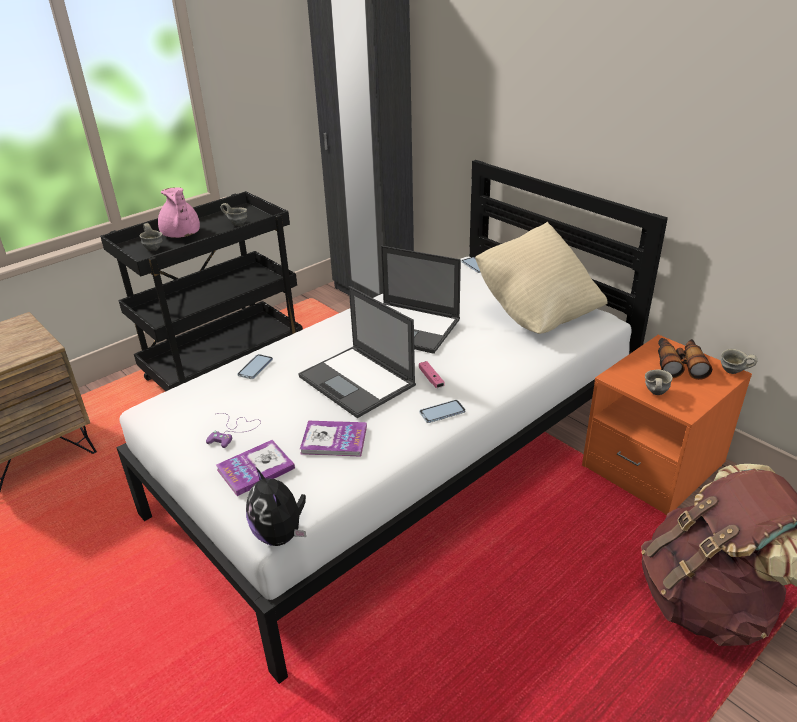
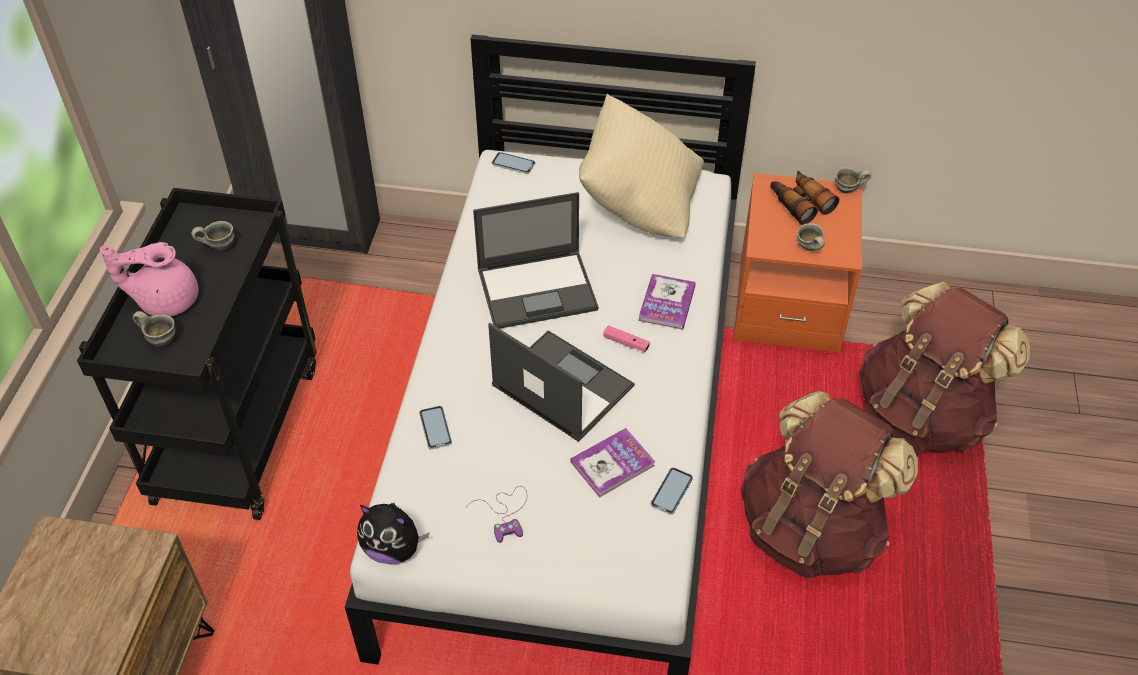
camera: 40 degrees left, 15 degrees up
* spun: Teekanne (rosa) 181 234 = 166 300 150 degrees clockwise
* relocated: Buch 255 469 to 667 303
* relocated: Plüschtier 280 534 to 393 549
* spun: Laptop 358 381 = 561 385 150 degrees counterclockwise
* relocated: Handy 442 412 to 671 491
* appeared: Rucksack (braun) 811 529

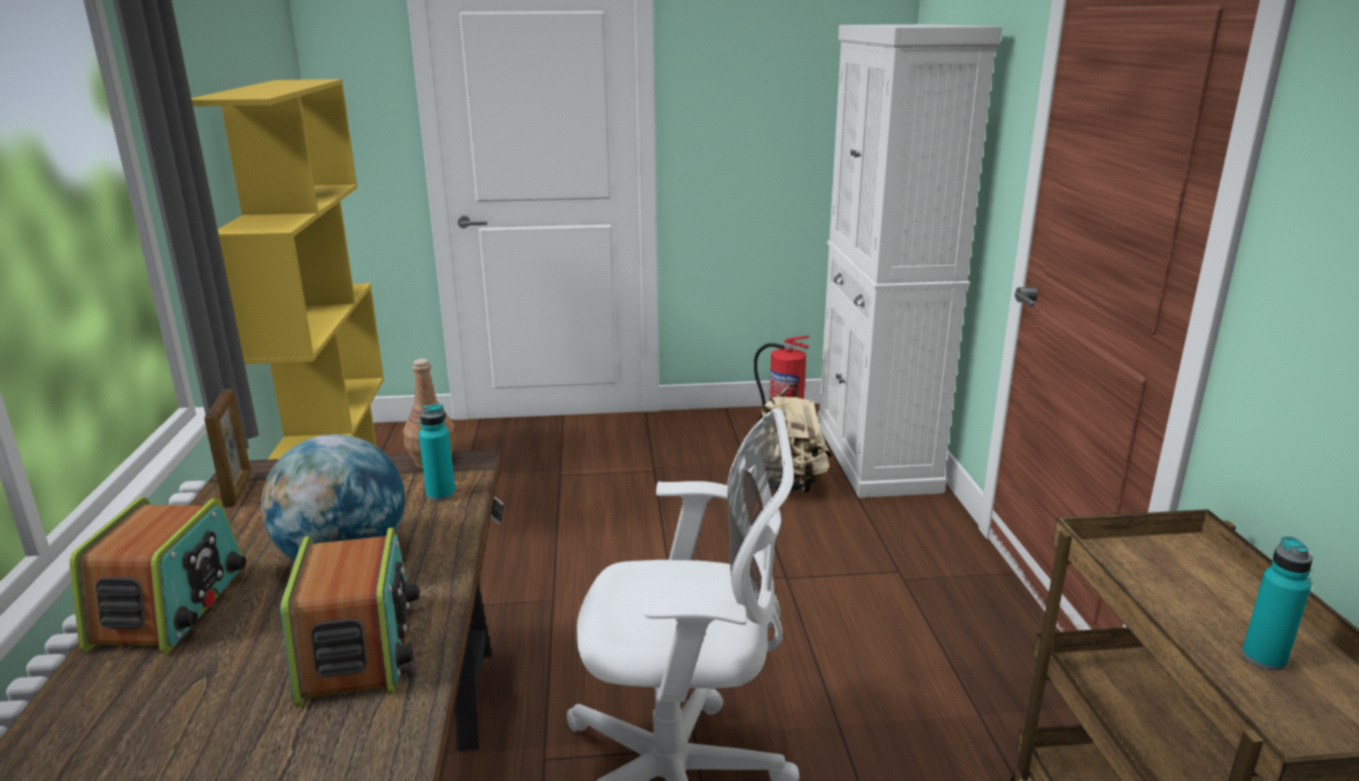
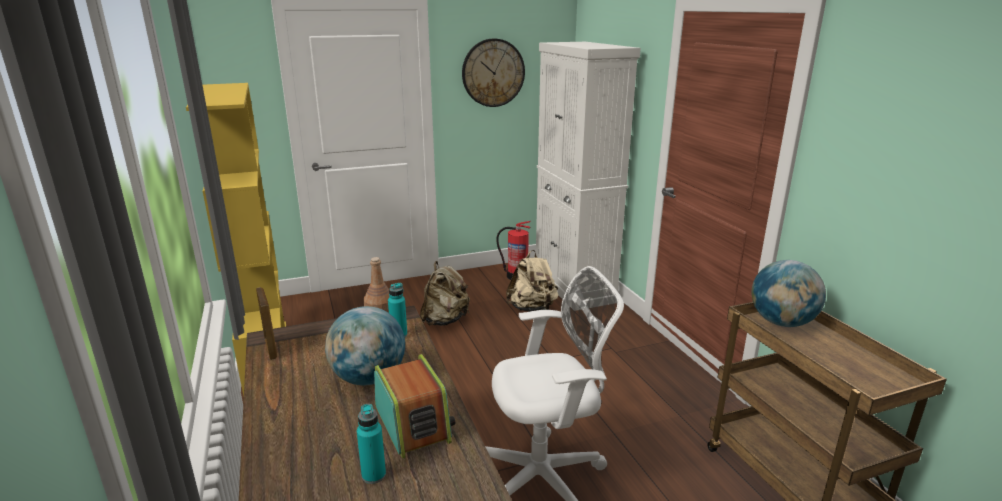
camera: 15 degrees left, 0 degrees up
* missing: Radio 171 606
* relocated: Flasche (türkis) 1264 658 to 373 475
* appeared: Rucksack (beige) 445 320
* appeared: Wanduhr 493 73
* appeared: Globus 781 322

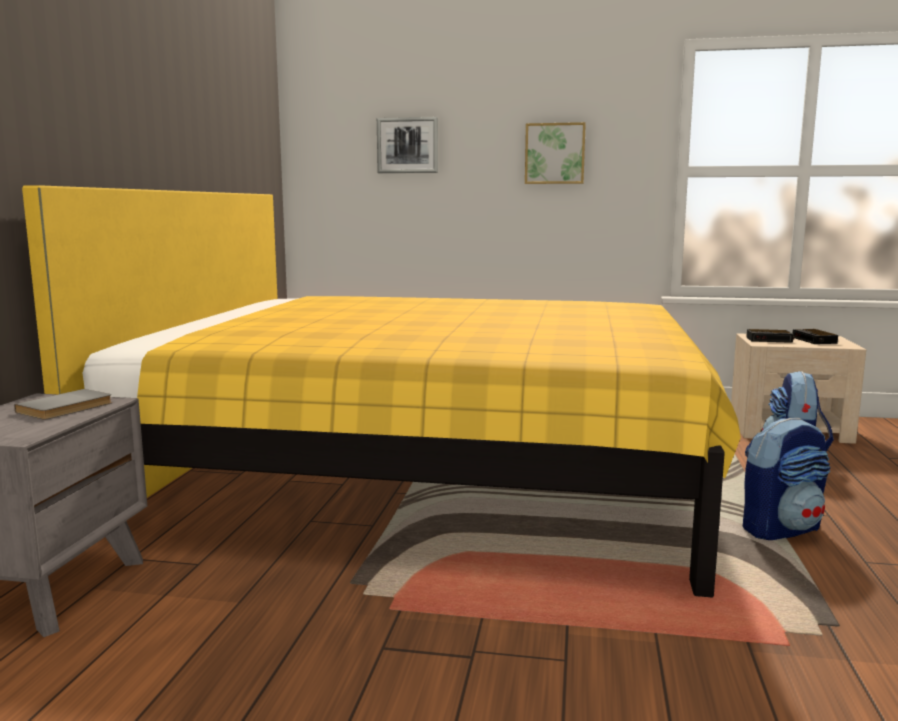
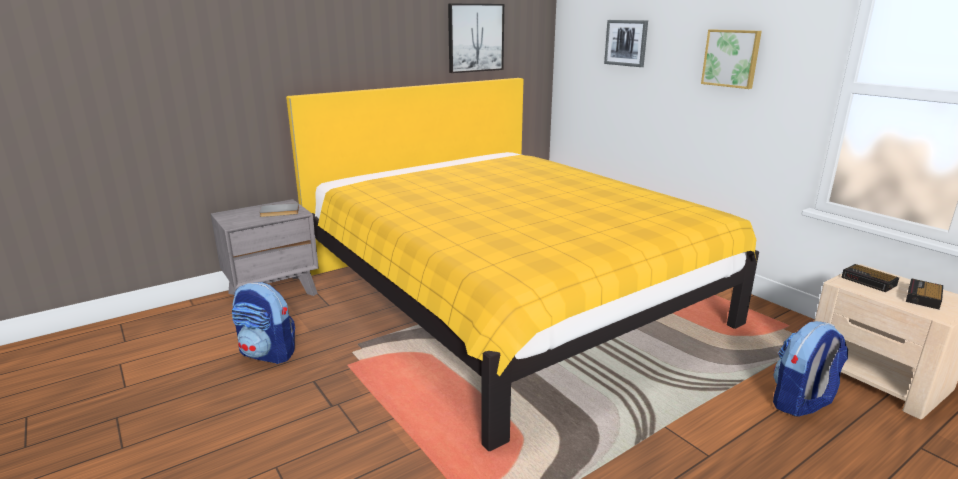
camera: 45 degrees right, 10 degrees up
* relocated: Rucksack 780 529 to 268 354
* appeared: Bild 475 38

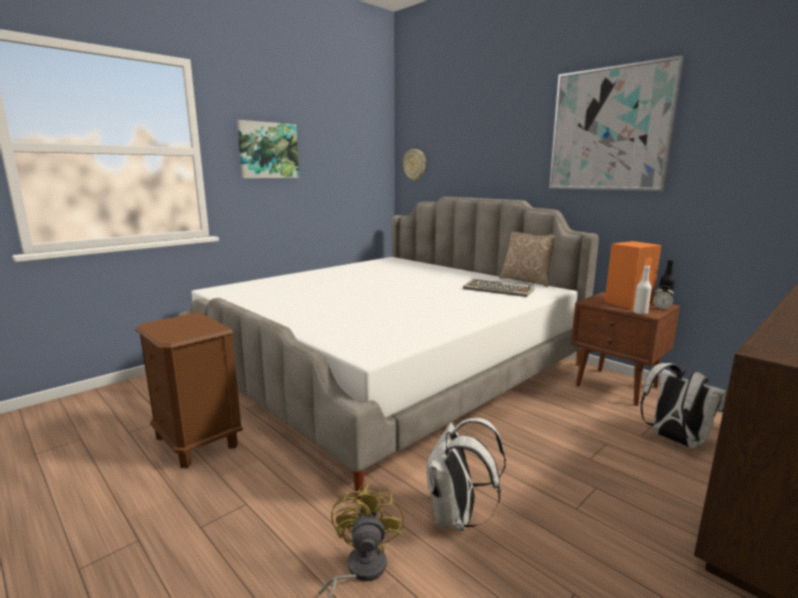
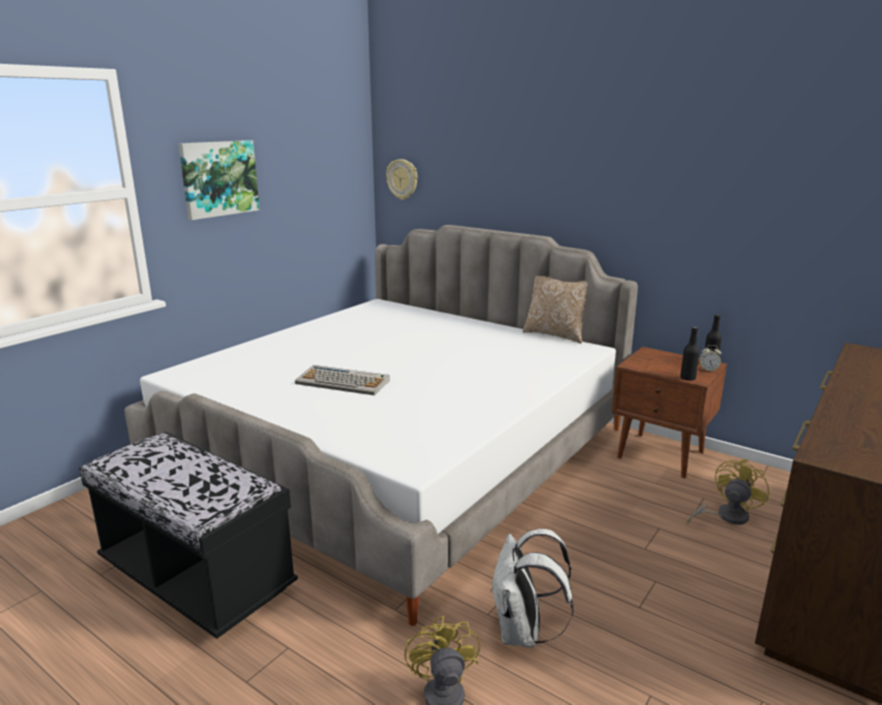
camera: 10 degrees left, 5 degrees up
* exchanged: Nachttisch (braun) 197 442 to Bank (schwarz) 197 577
* relocated: Tastatur 499 289 to 344 382
* missing: Bild 609 130
* missing: Lautsprecher (orange) 629 303
* colour: Flasche (weiß) 640 313 to Flasche (schwarz) 687 378
* exchanged: Rucksack (weiß) 674 440 to Ventilator (gelb) 725 516

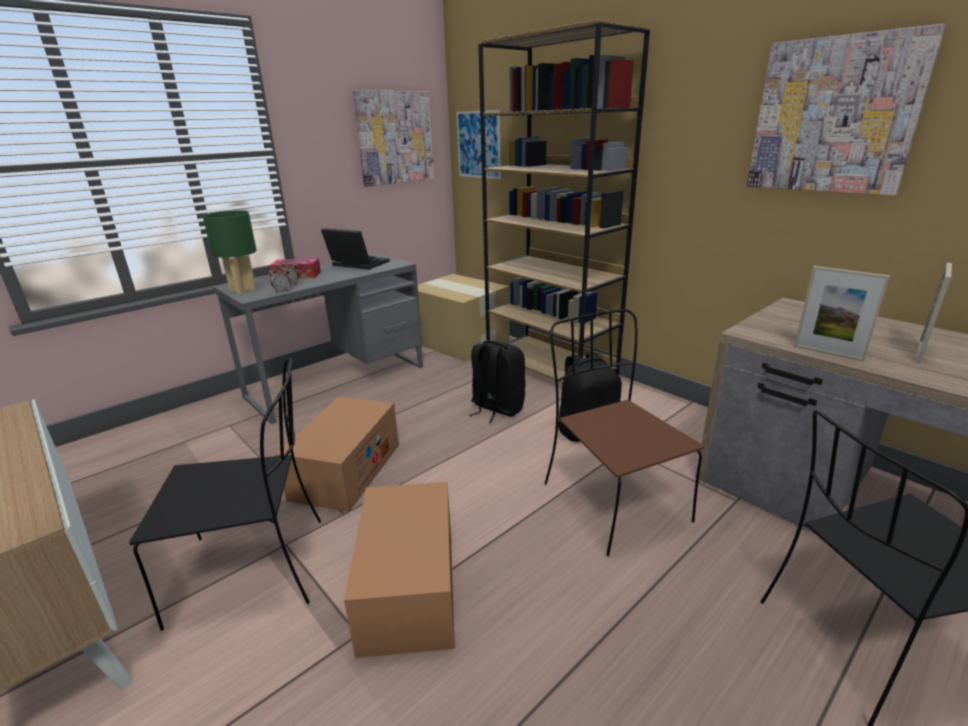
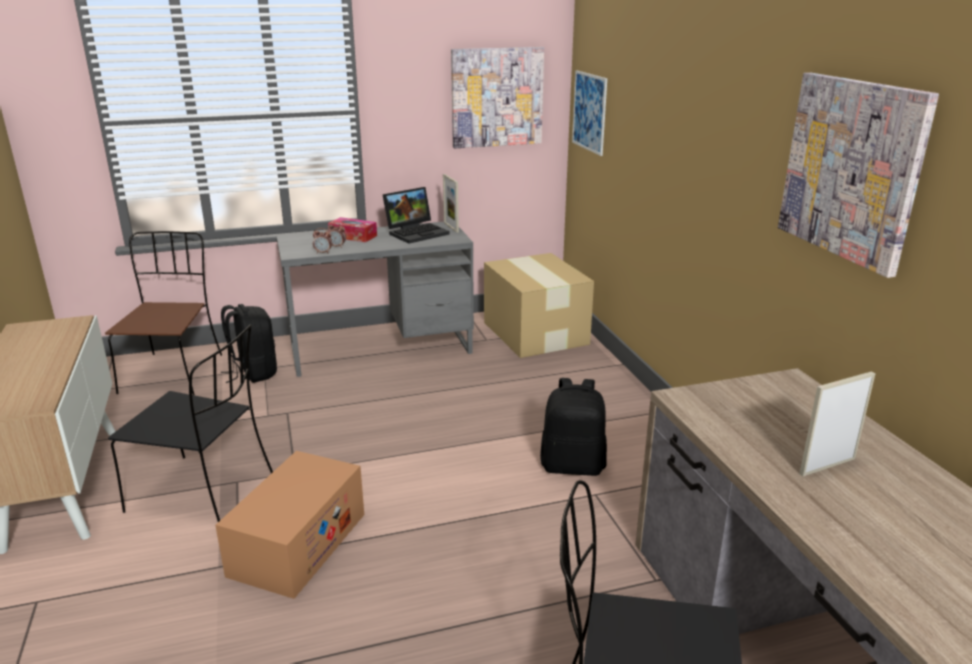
camera: 25 degrees right, 0 degrees up
* missing: Tischlampe (grün) 243 290
* missing: Karton 346 471
* spun: Laptop 356 264 = 417 232 90 degrees clockwise
* relocated: Rucksack (schwarz) 496 408 to 253 373
* missing: Bücherregal (braun) 551 369
* relocated: Stuhl (braun) 612 500 to 173 372
* relocated: Bilderrahmen 828 353 to 451 227

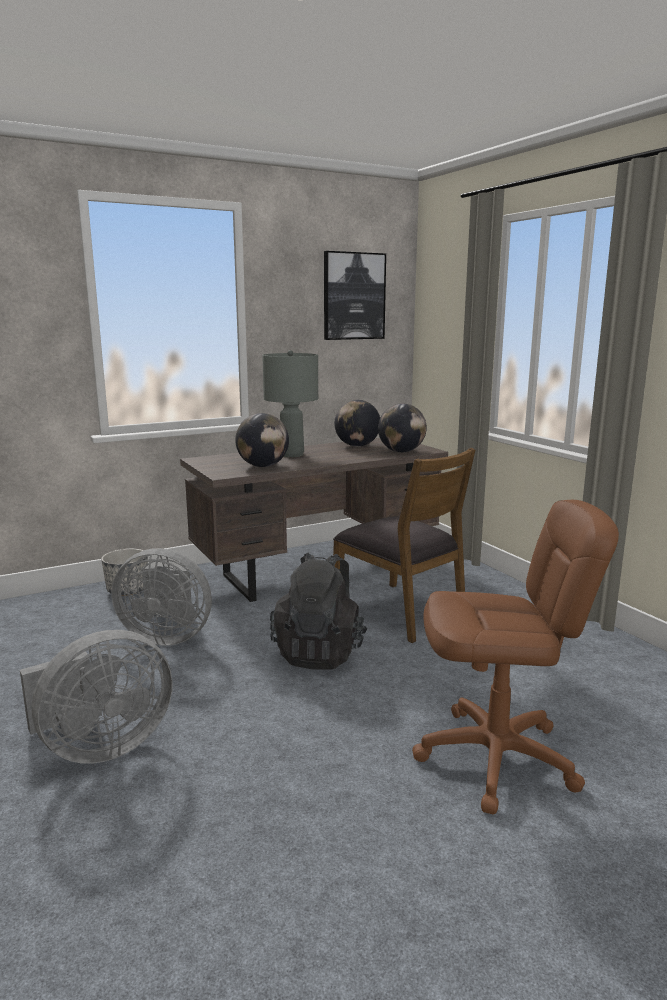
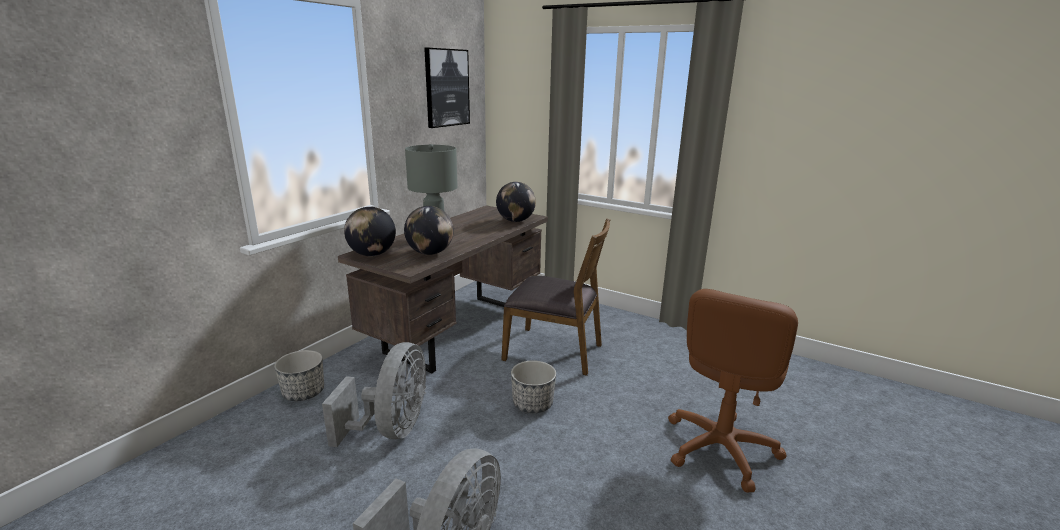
camera: 30 degrees left, 5 degrees up
* spun: Ventilator (grau) 166 636 = 392 429 60 degrees counterclockwise
* exchanged: Rucksack (schwarz) 320 652 to Pflanzkübel 533 404
* relocated: Globus 357 446 to 372 254
* spun: Bürostuhl (braun) 496 758 = 720 448 150 degrees clockwise

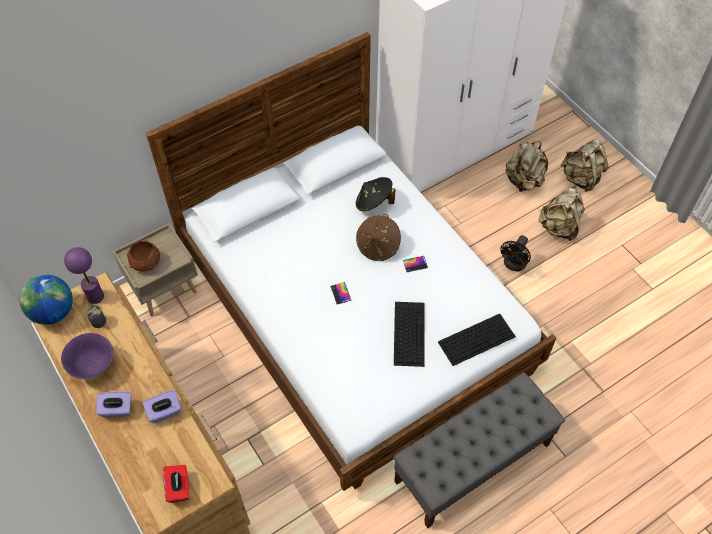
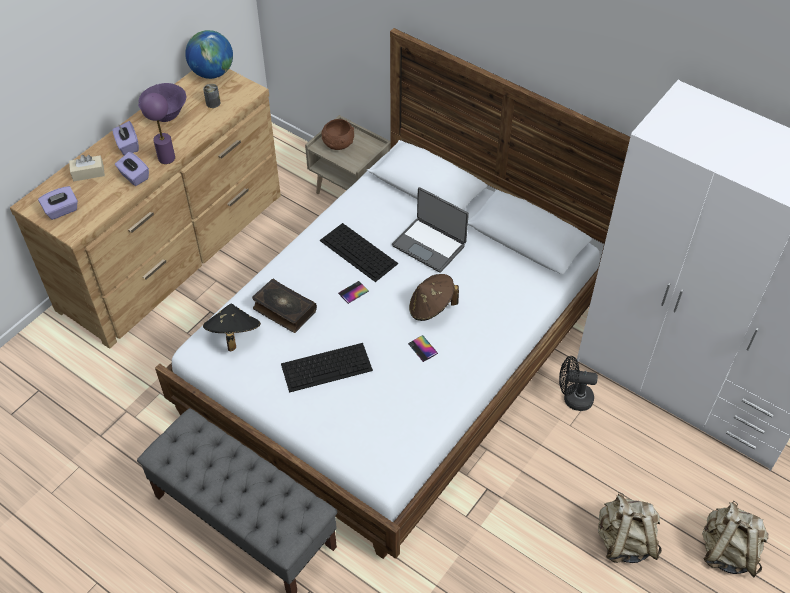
camera: 70 degrees right, 5 degrees down
* relocated: Tischlampe (lila) 95 296 to 166 158
* colour: Taschentuchbox (rot) 179 488 to Taschentuchbox (lila) 62 210
* relocated: Hut (schwarz) 373 202 to 233 335
* relocated: Tastatur 477 338 to 359 252
* relocated: Ventilator (schwarz) 513 265 to 573 398
* missing: Rucksack (beige) 524 181
* appeared: Taschentuchbox (beige) 88 173
* appeared: Buch 284 310
* appeared: Laptop 429 245

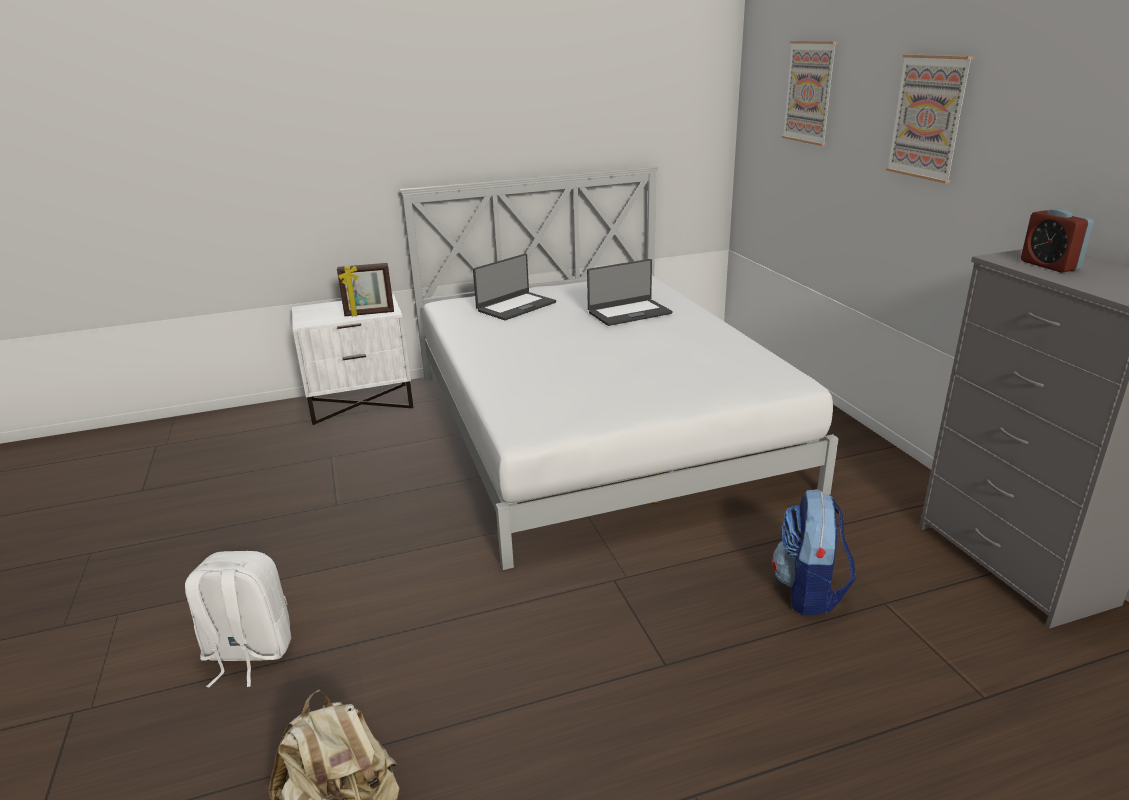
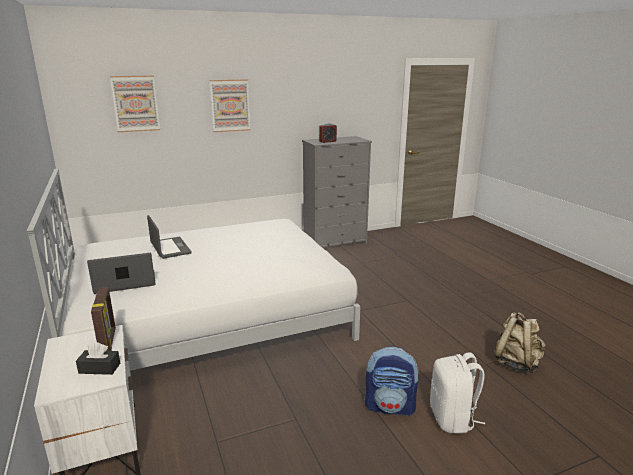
camera: 95 degrees left, 5 degrees down
* spun: Laptop 515 306 = 125 283 60 degrees counterclockwise
* relocated: Rucksack 809 591 to 390 406
* appeared: Taschentuchbox (schwarz) 99 368

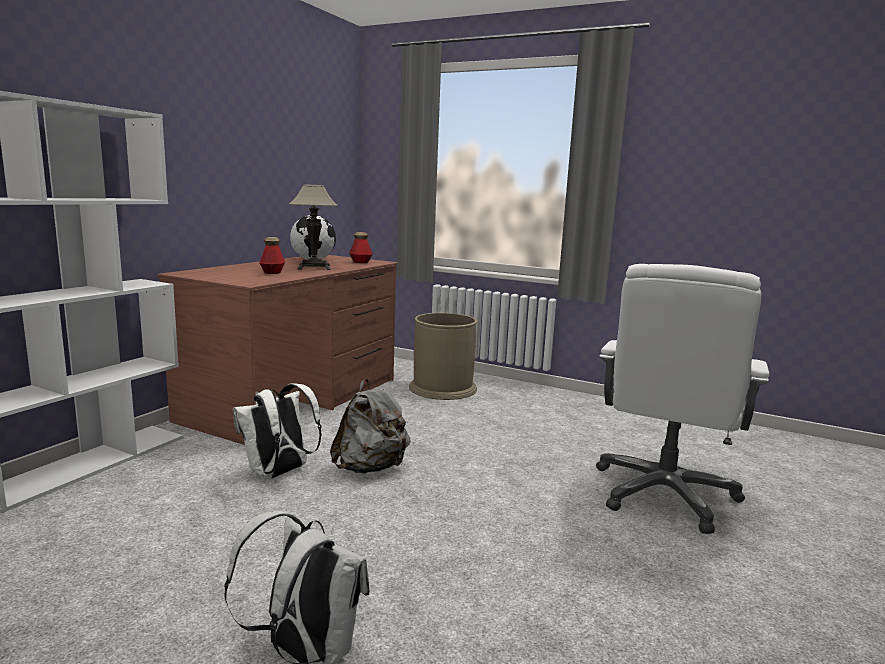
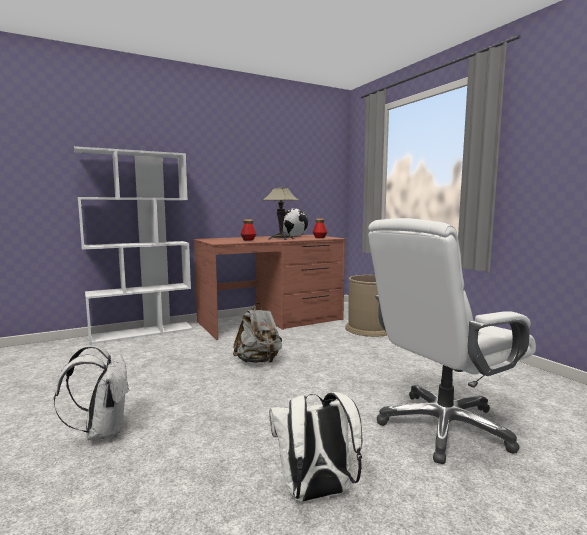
camera: 35 degrees right, 5 degrees down
* relocated: Rucksack (weiß) 278 473 to 316 494

